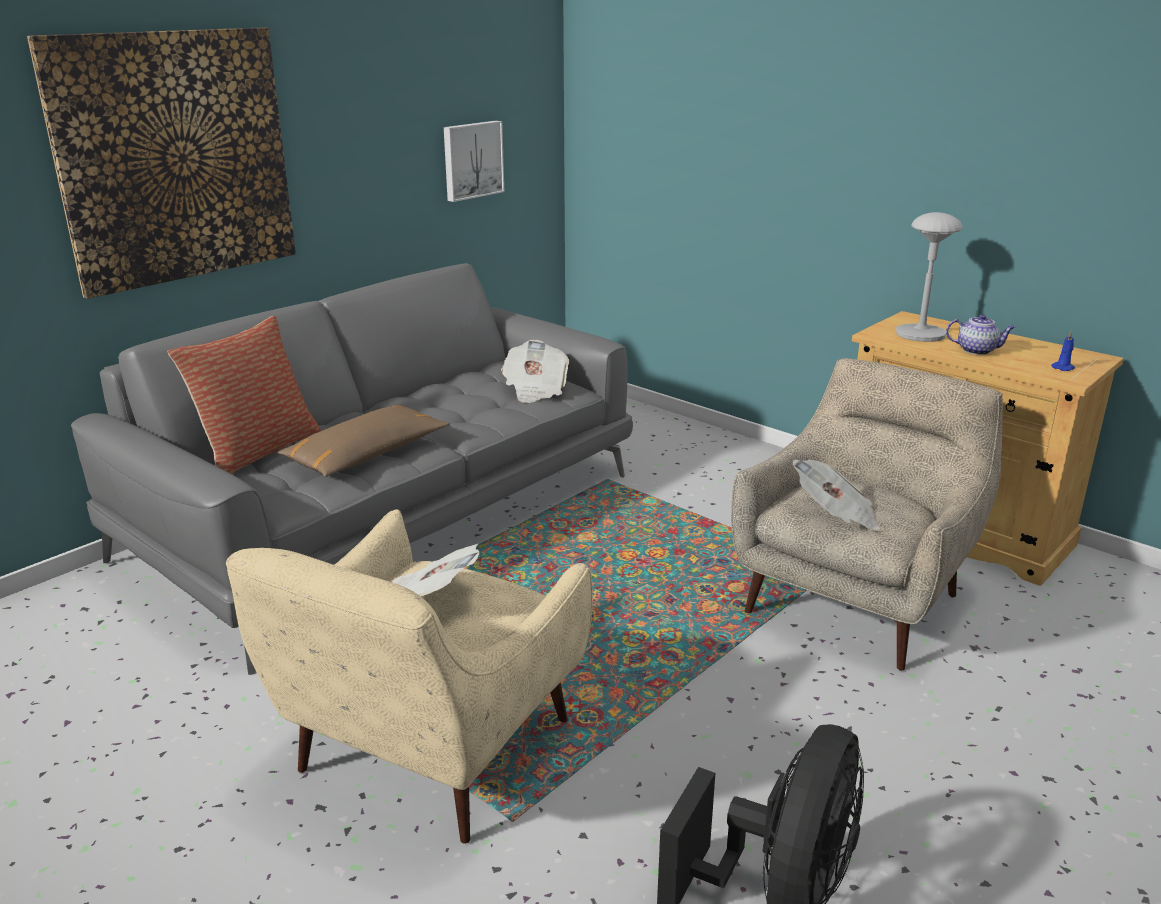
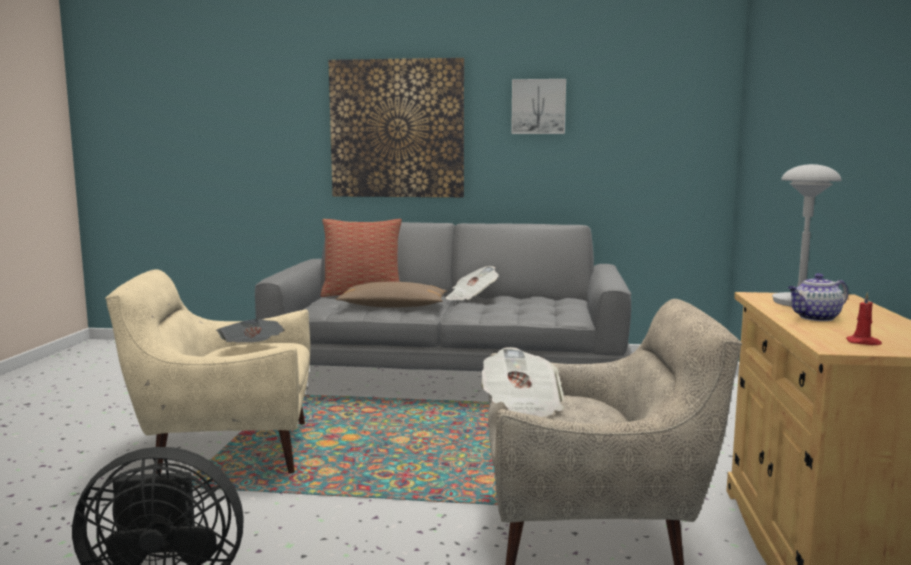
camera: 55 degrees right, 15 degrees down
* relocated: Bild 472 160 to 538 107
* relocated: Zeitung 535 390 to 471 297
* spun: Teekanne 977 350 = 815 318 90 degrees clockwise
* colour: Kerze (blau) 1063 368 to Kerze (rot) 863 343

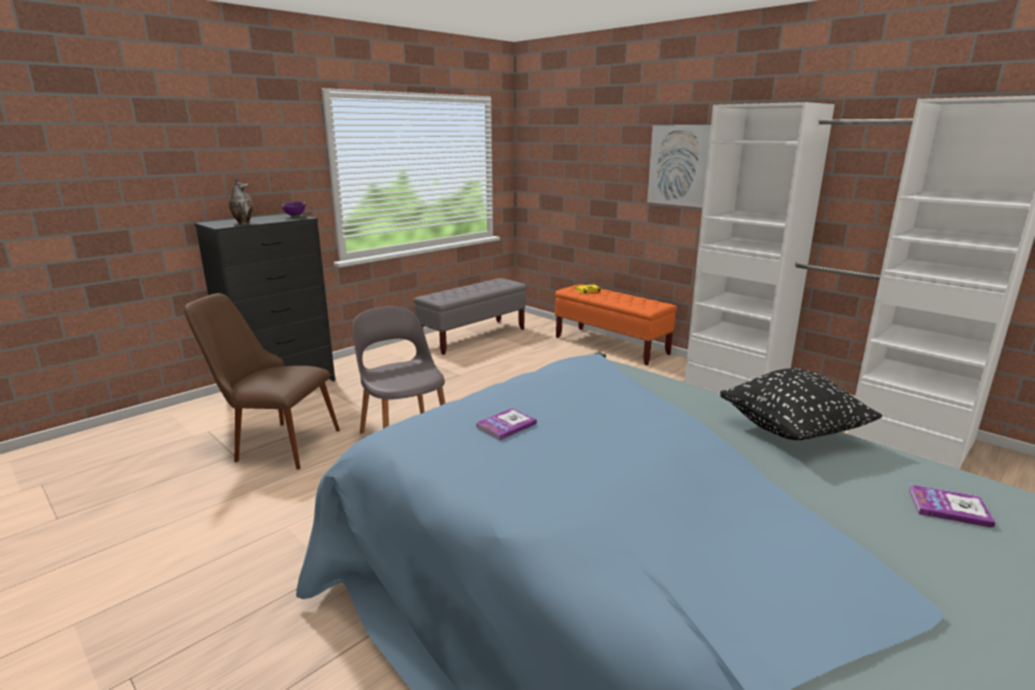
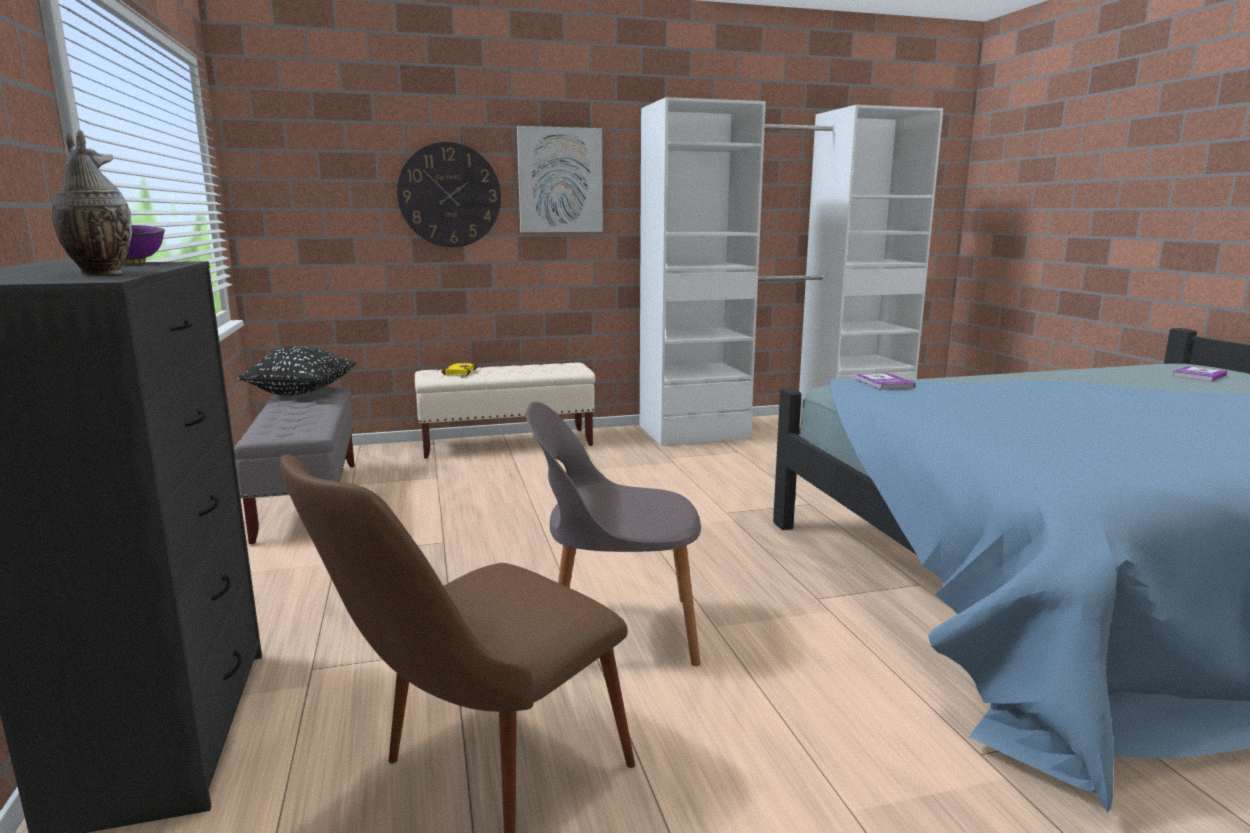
camera: 60 degrees left, 5 degrees down
* relocated: Buch 506 425 to 884 383
* colour: Bank (orange) 611 346 to Bank (beige) 507 444
* relocated: Kissen (schwarz) 792 431 to 302 393
* appeared: Wanduhr 449 195

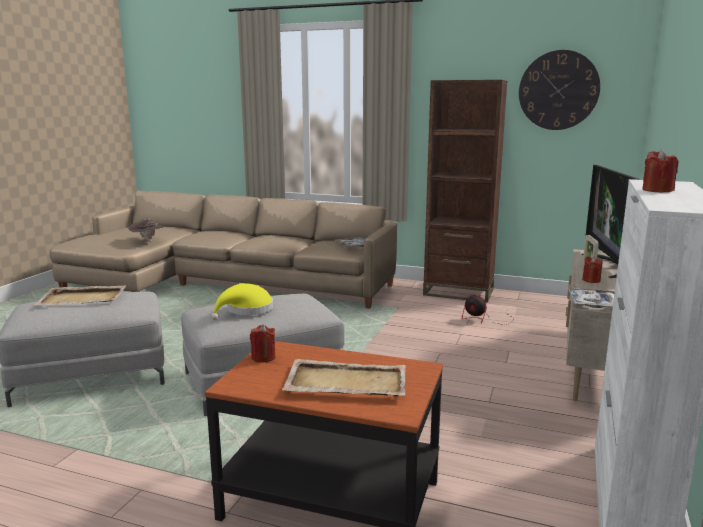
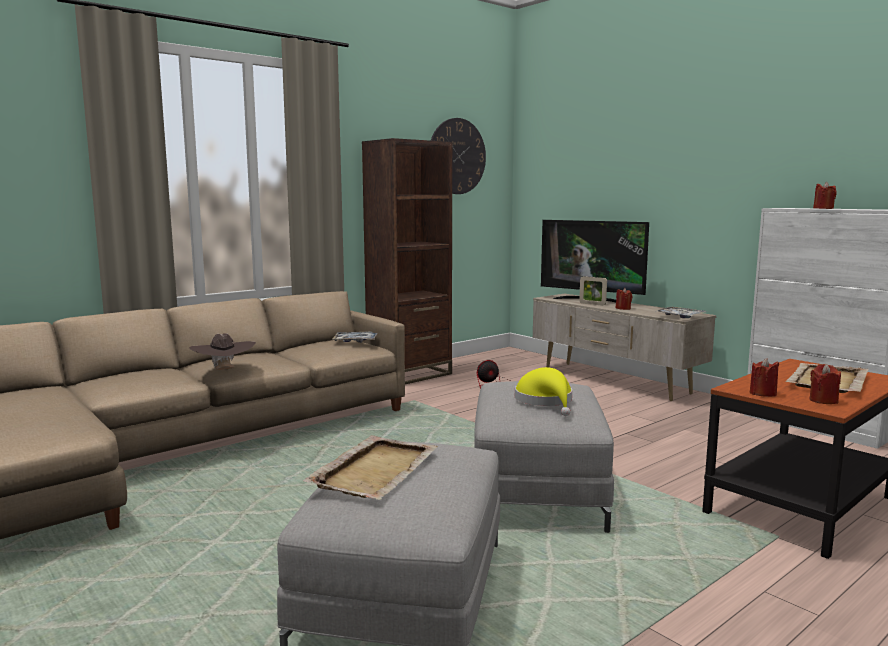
camera: 60 degrees left, 5 degrees down
* relocated: Hut (braun) 148 242 to 224 371
* appeared: Kerze (rot) 823 400

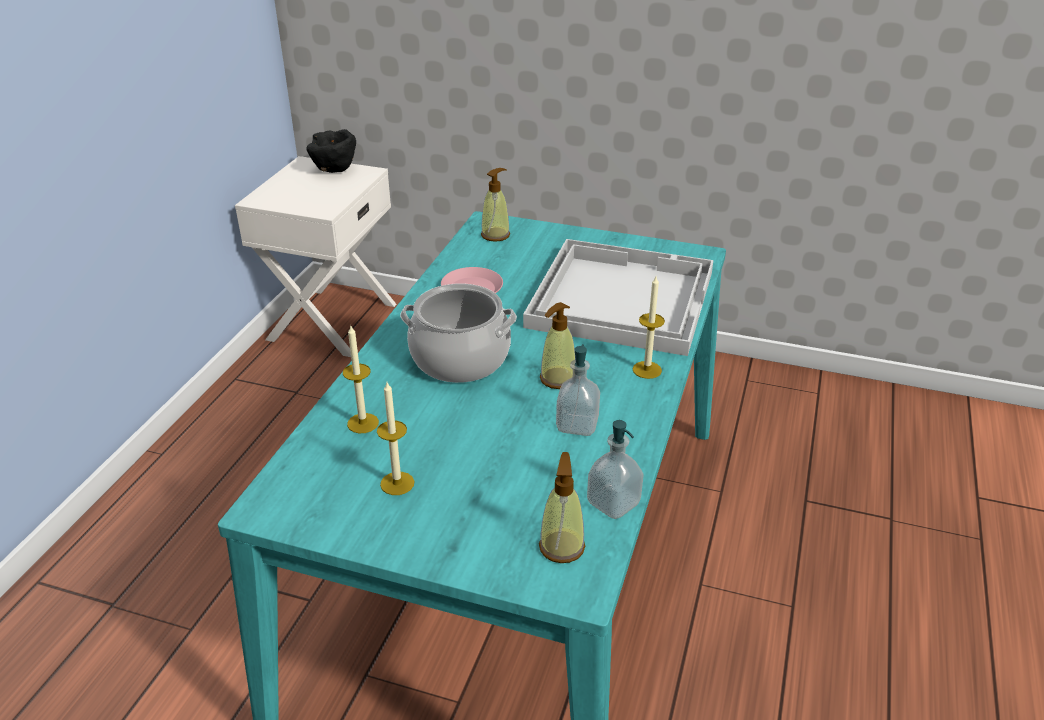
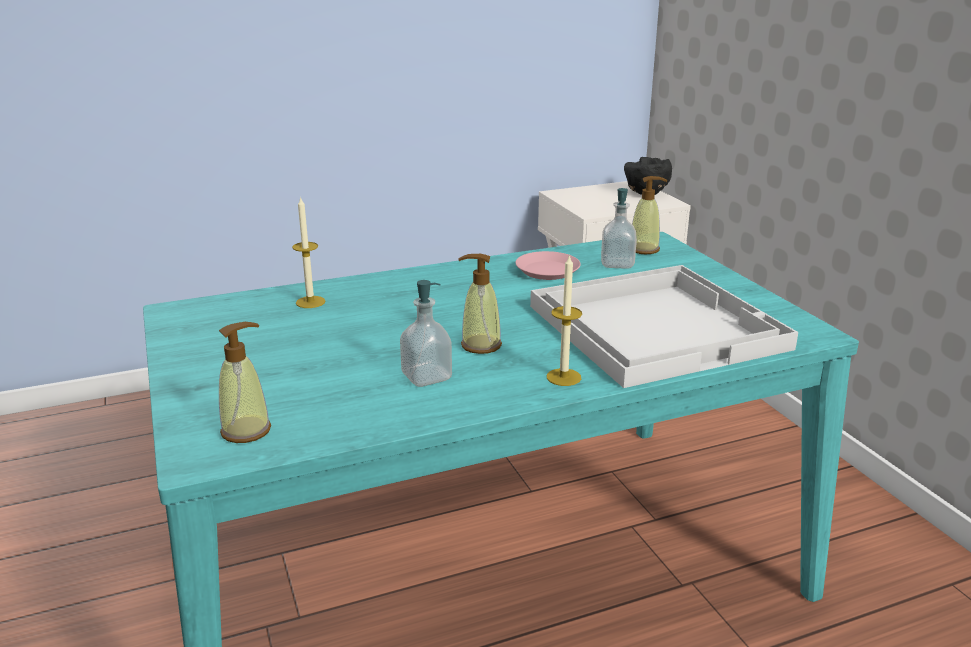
camera: 50 degrees right, 10 degrees down
* missing: Kerze 397 483
* missing: Kochtopf 460 358
* relocated: Seifenspender 613 503 to 617 264

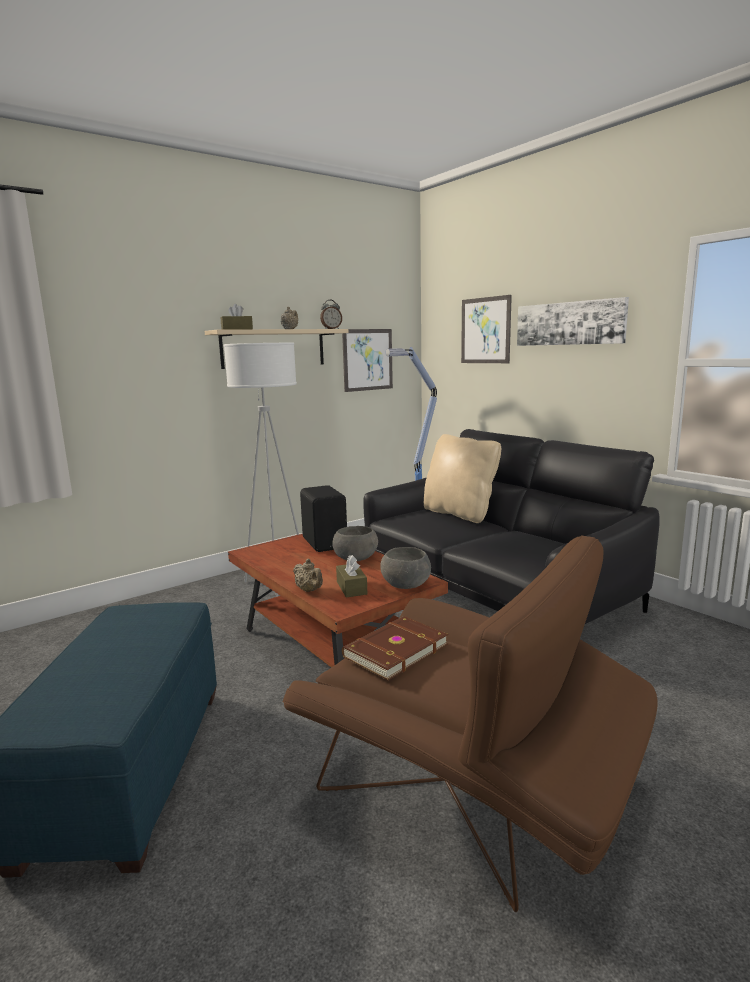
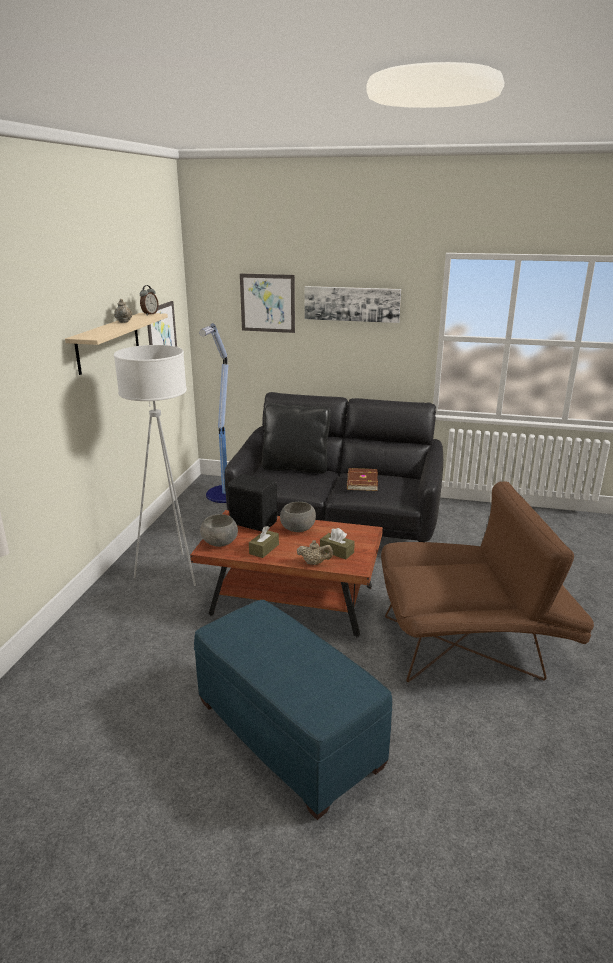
camera: 40 degrees left, 10 degrees up
* relocated: Taschentuchbox (braun) 237 329 to 264 549
* relocated: Buch (braun) 394 650 to 361 482
* relocated: Schüssel (grau) 406 584 to 220 542
* colour: Kissen (beige) 459 513 to Kissen (schwarz) 295 467

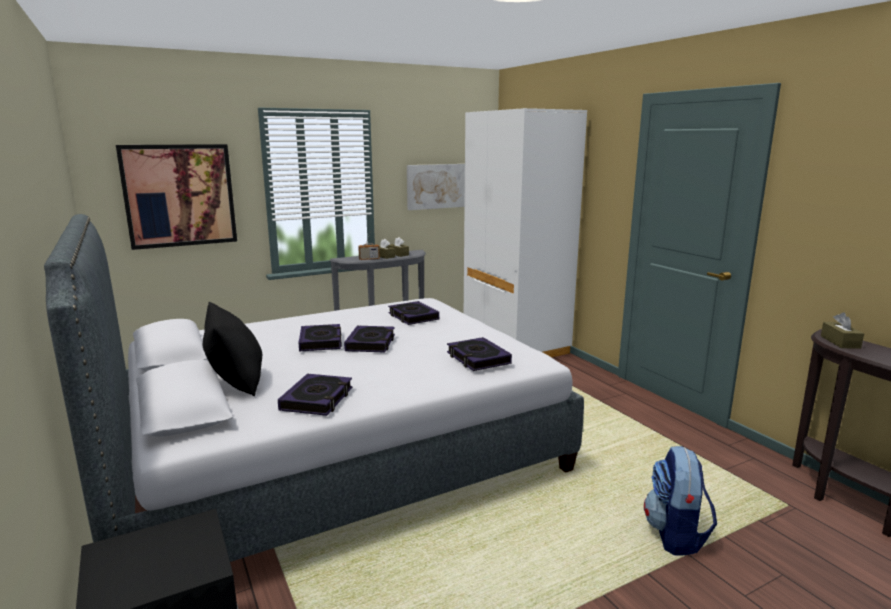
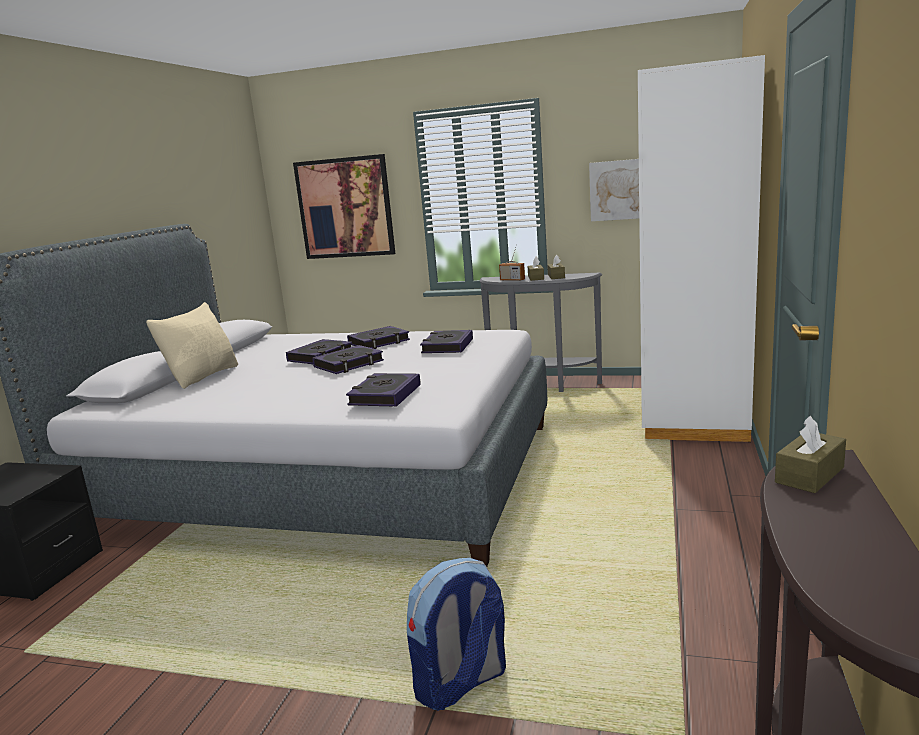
camera: 45 degrees right, 0 degrees up
* colour: Kissen (schwarz) 237 382 to Kissen (beige) 203 376
* relocated: Buch 317 399 to 379 342

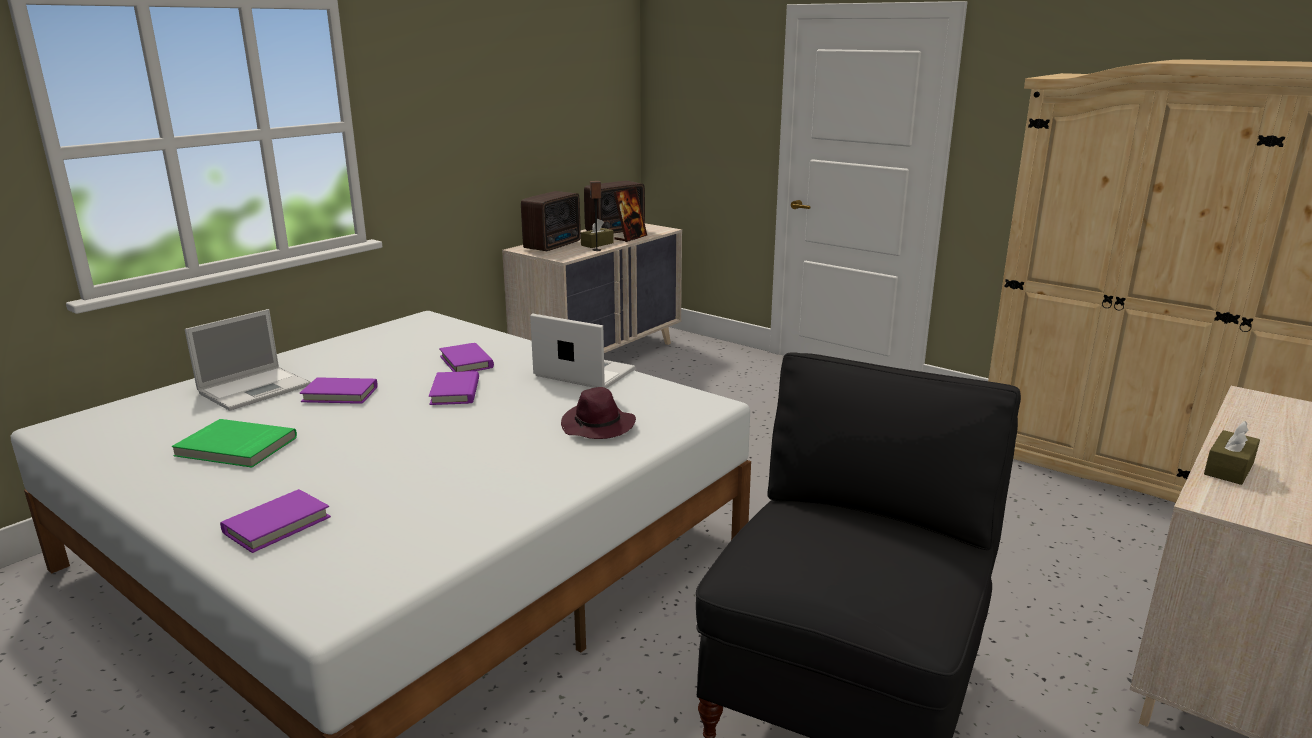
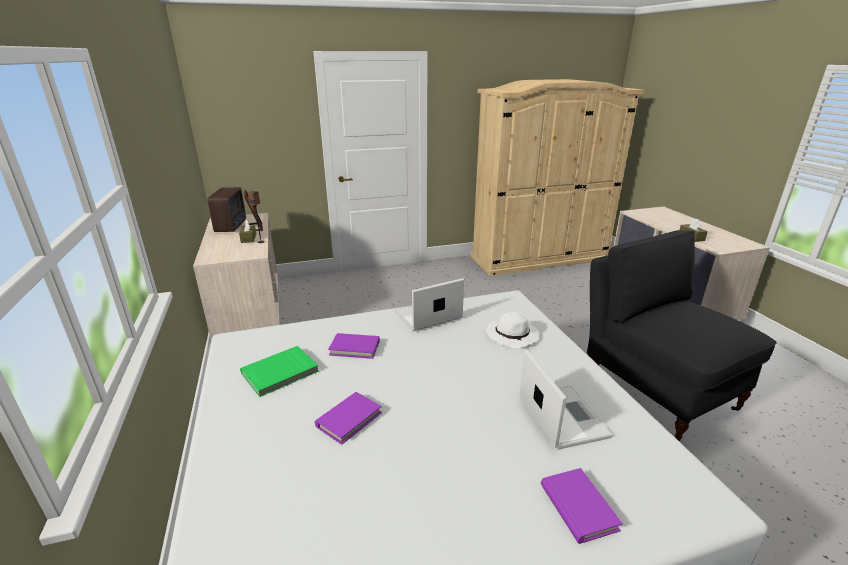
camera: 55 degrees left, 5 degrees up
* relocated: Buch (grün) 235 447 to 280 373
* relocated: Laptop 256 388 to 561 415
* missing: Buch (lila) 455 392
* missing: Radio 554 245
* colour: Hut (lila) 598 426 to Hut (weiß) 513 336

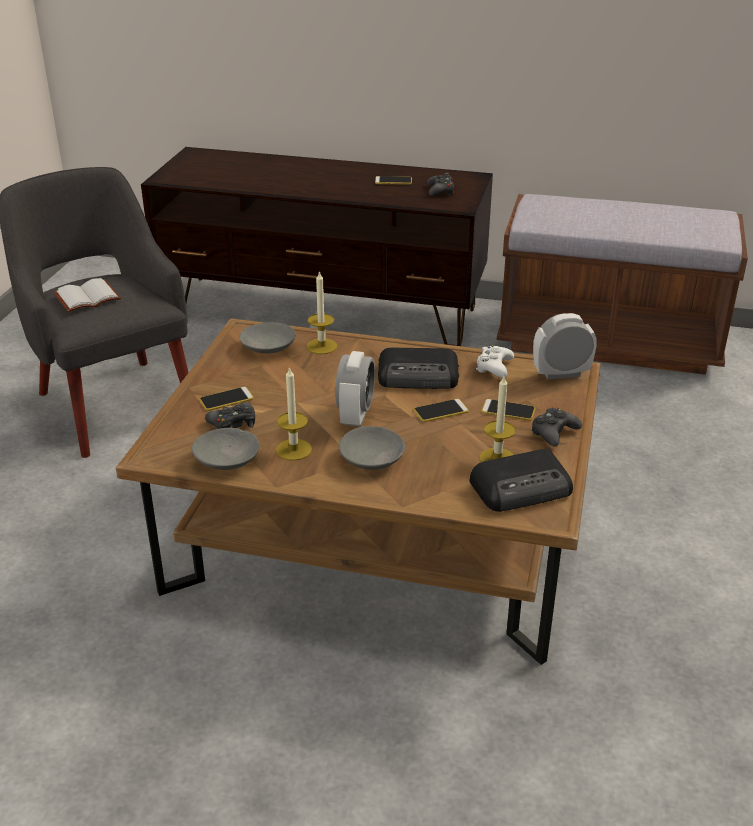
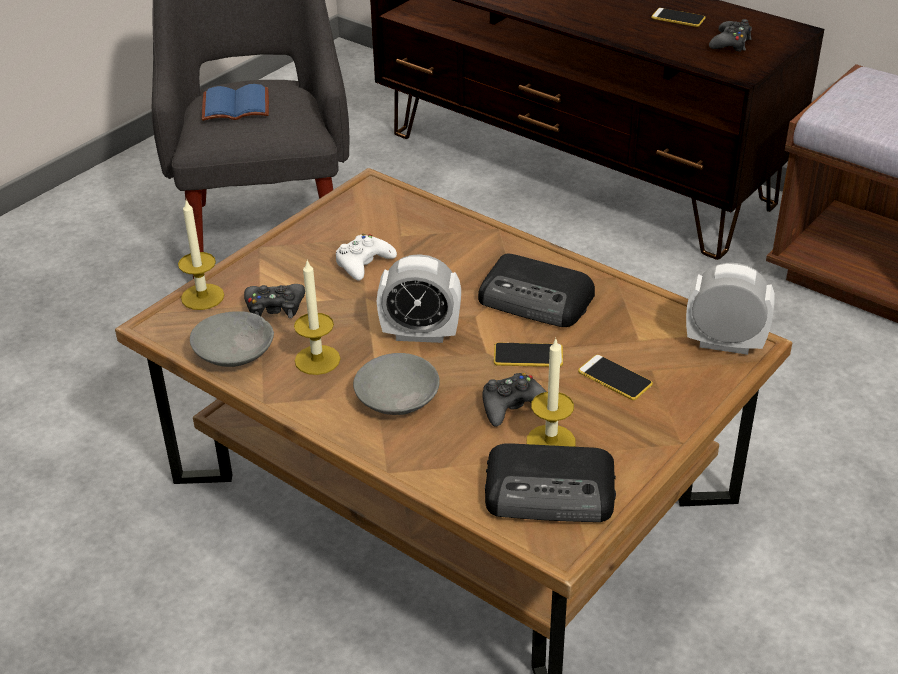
camera: 25 degrees right, 5 degrees up
* colour: Buch (weiß) 88 297 to Buch (blau) 237 105
* missing: Handy 226 399
* missing: Schüssel (grau) 267 347
* relocated: Kerze 321 346 to 202 297
* spun: Wecker 355 415 = 420 334 60 degrees clockwise
* relocated: Gamepad (weiß) 494 367 to 363 263
* relocated: Gamepad (schwarz) 554 432 to 513 406

